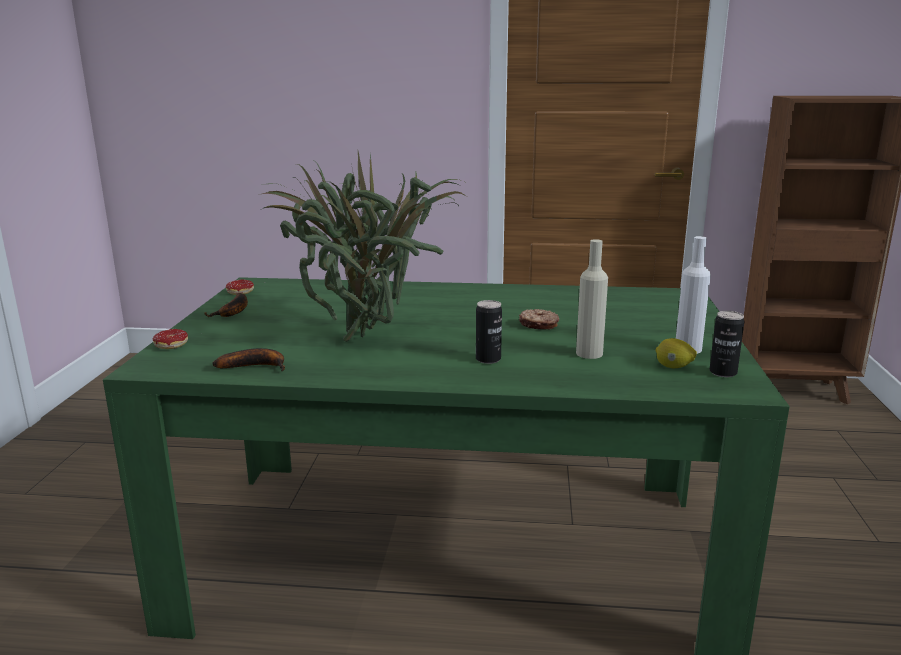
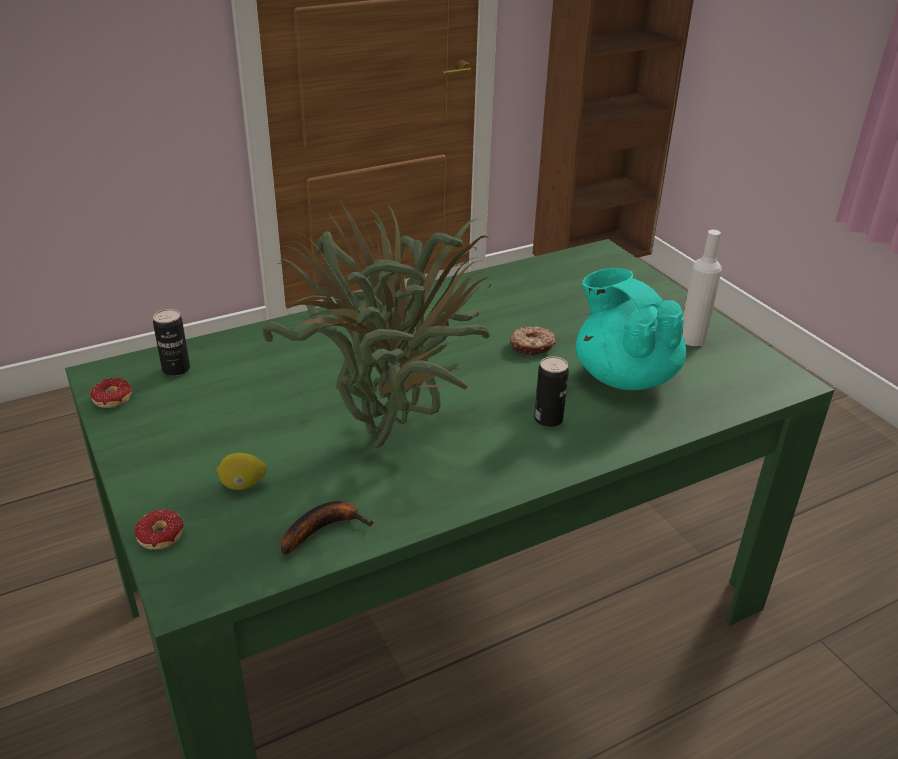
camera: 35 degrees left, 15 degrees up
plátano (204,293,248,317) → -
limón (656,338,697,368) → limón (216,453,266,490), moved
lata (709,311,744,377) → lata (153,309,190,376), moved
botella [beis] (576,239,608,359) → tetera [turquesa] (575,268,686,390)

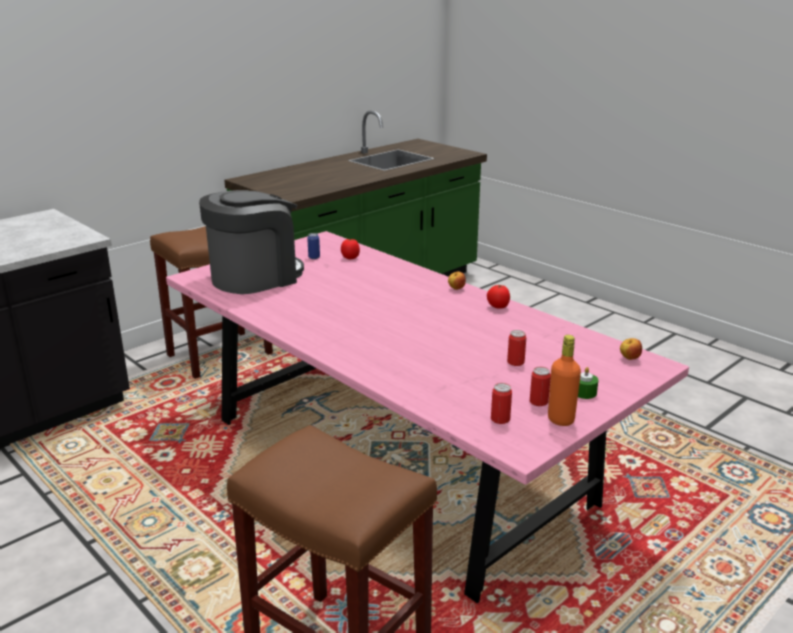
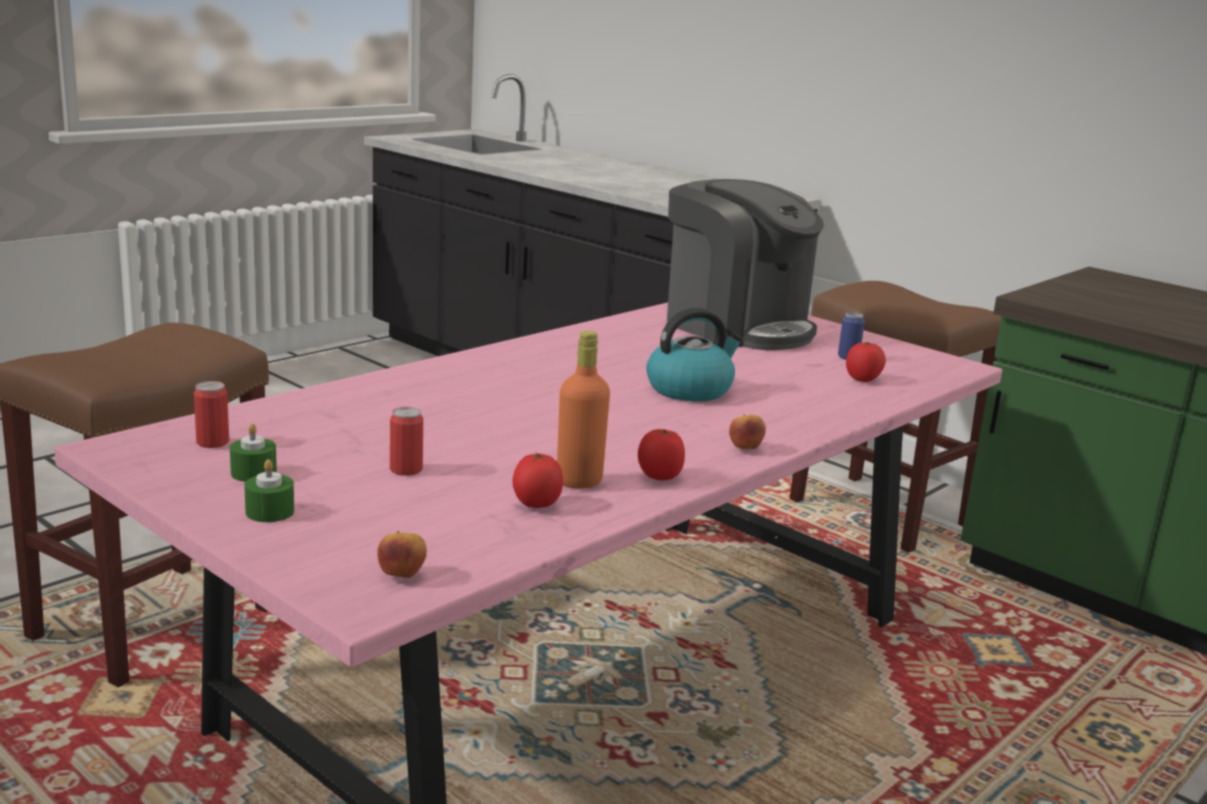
camera: 85 degrees right, 5 degrees down
- → tomate (512,452,563,508)
- → hervidor (646,308,743,402)
botella [naranja] (548,335,581,426) → botella [naranja] (557,331,610,489), moved
lata (530,367,551,406) → vela [verde] (230,423,277,482)

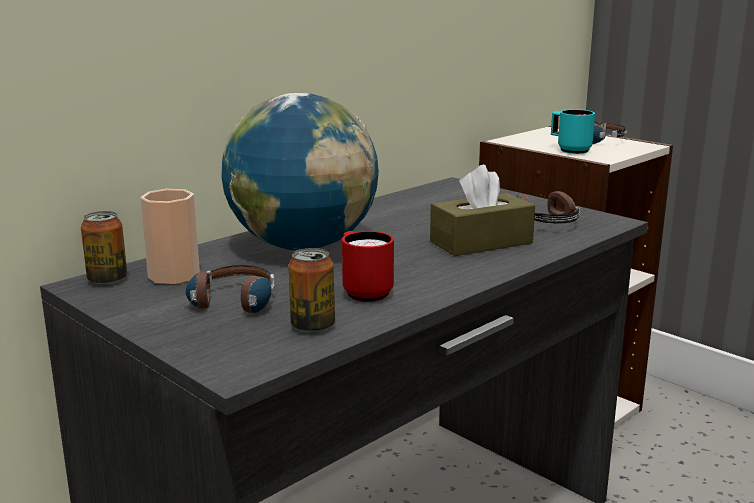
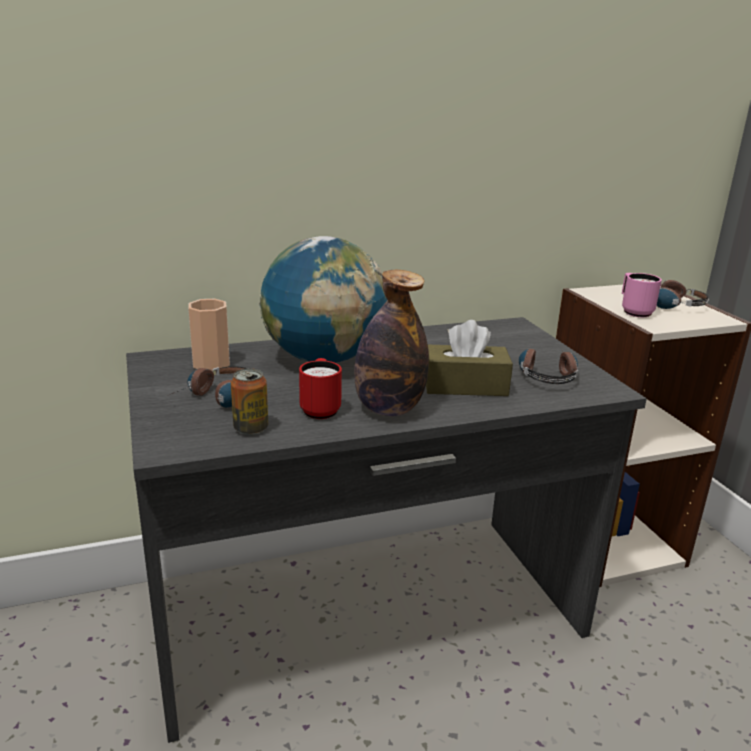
camera: 25 degrees right, 5 degrees up
lata (81,211,127,285) → -
- → botella (354,270,429,416)
taza grande [turquesa] (551,109,595,154) → taza grande [rosa] (622,273,662,317)

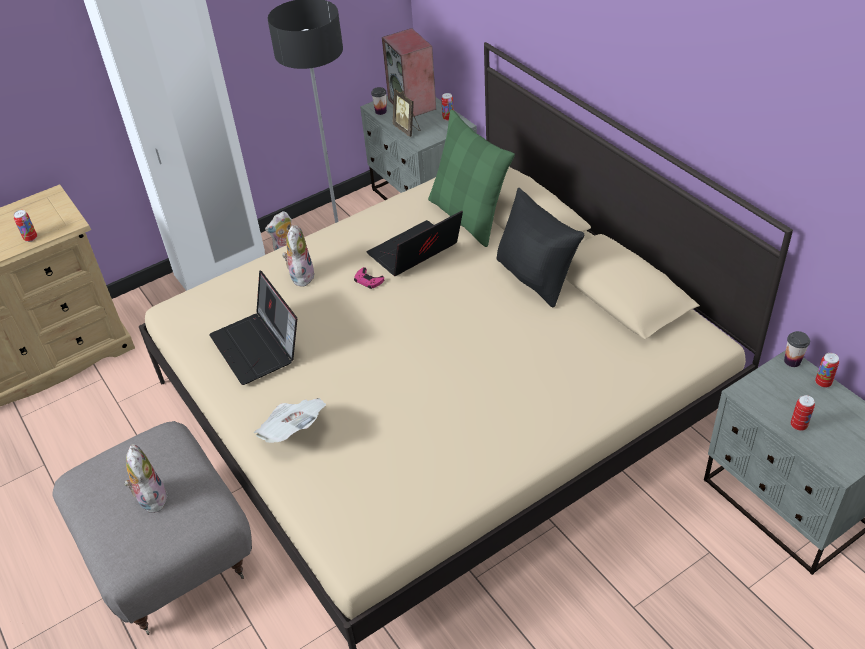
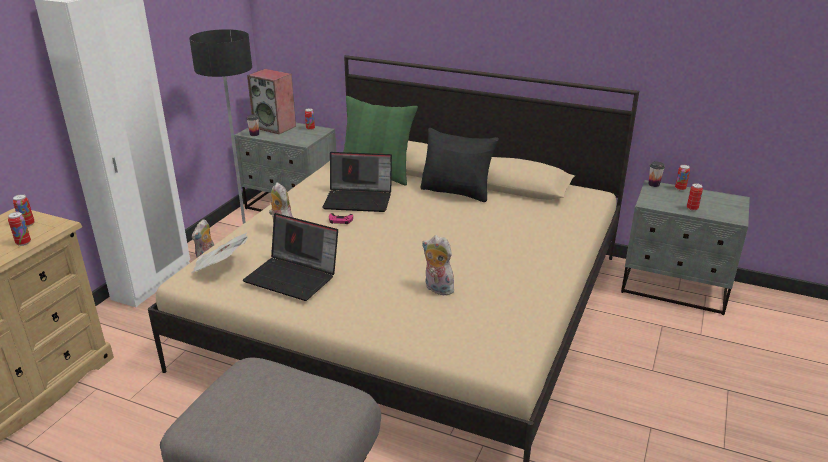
camera: 35 degrees left, 15 degrees down
portarretratos (393,89,420,137) → -
- → lata (13,194,35,227)
peluche (124,444,168,513) → peluche (422,235,454,295), moved
periódico (254,398,326,443) → periódico (191,233,248,273), moved
portátil (367,211,463,276) → portátil (322,152,392,212), 105 degrees counterclockwise

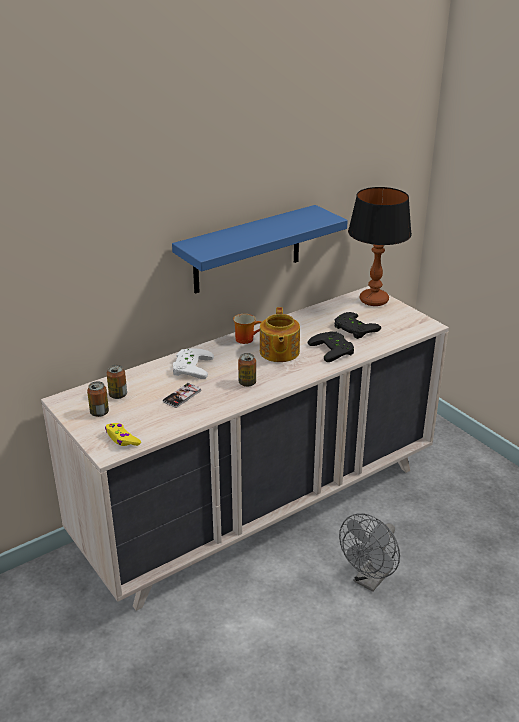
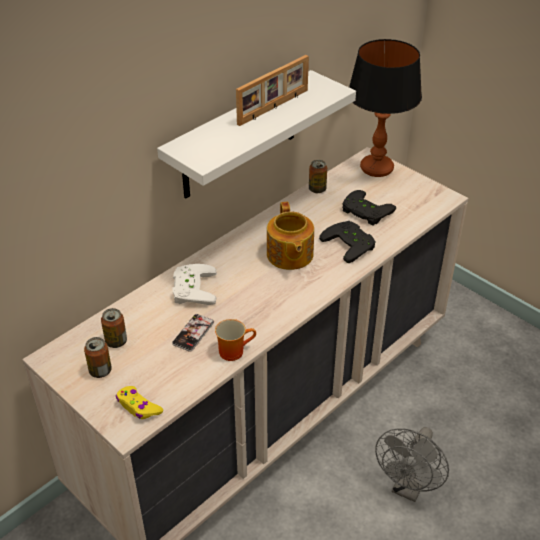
camera: 10 degrees left, 10 degrees up
- → portarretratos (236,55,309,126)
taza grande (233,314,262,344) → taza grande (215,319,256,361), moved
lata (238,353,256,387) → lata (309,160,327,193), moved
estante [azul] (172,205,348,294) → estante [blanco] (157,70,356,198)

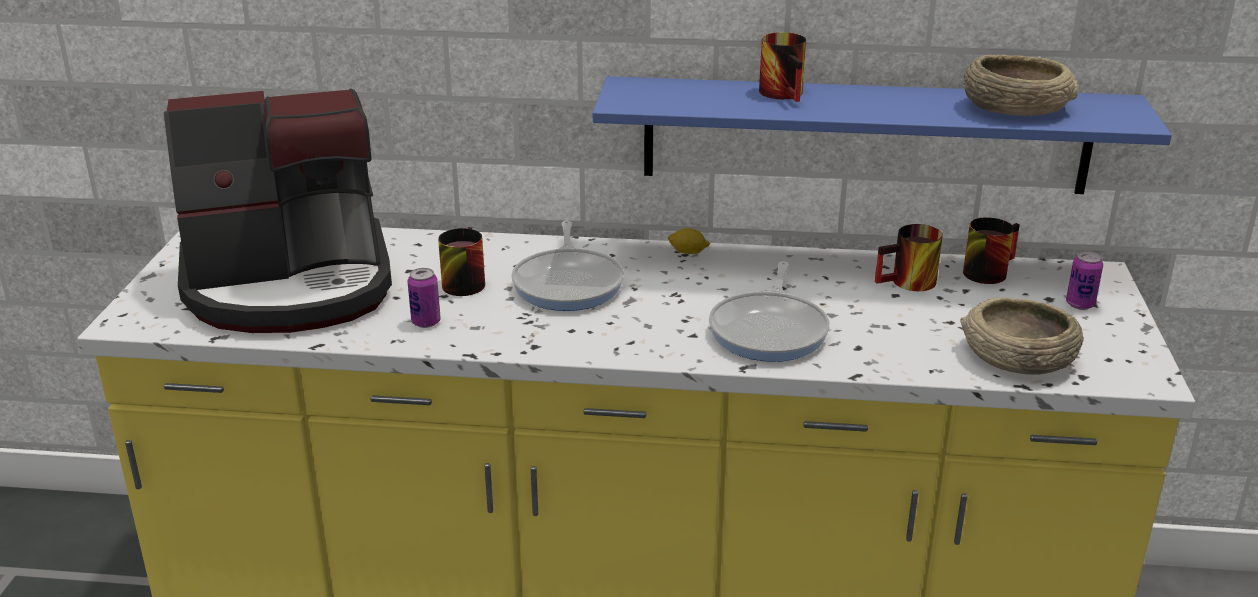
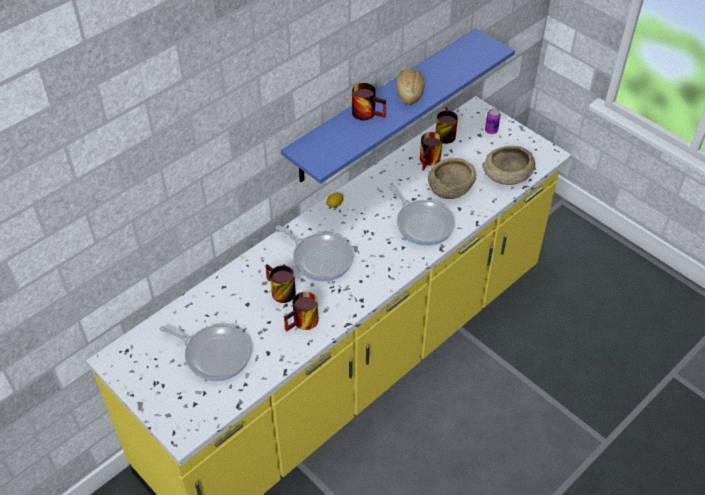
camera: 50 degrees left, 20 degrees up
- → pan (396,69,424,105)
cuenco [beis] (964,55,1078,116) → cuenco [beis] (428,158,476,199), moved
cafetera (164,89,392,333) → sartén (160,324,251,381)
lata (408,268,441,328) → taza grande (284,292,318,332)

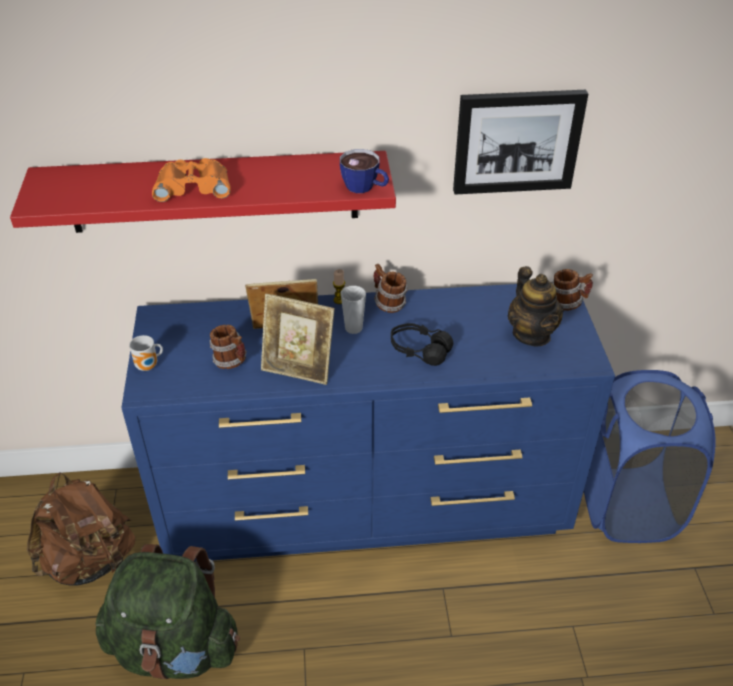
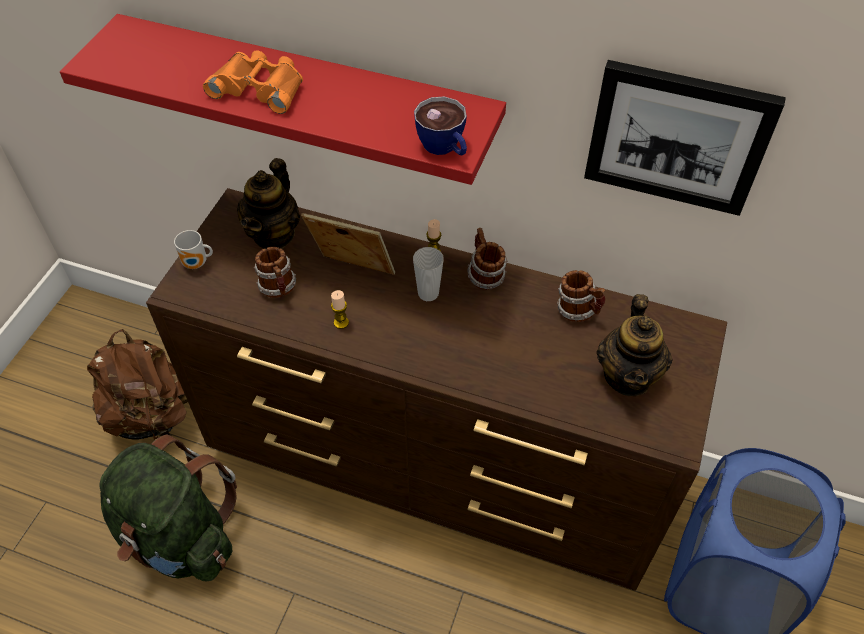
camera: 25 degrees right, 10 degrees up
auriculares [negro] (391,323,453,366) → -
- → tetera (237,158,300,249)
taza grande (551,269,593,311) → taza grande (557,270,606,322), moved
portarretratos (261,294,335,385) → vela (331,290,349,329)
cómoda [azul] (121,284,615,562) → cómoda [marrón] (146,188,727,591)

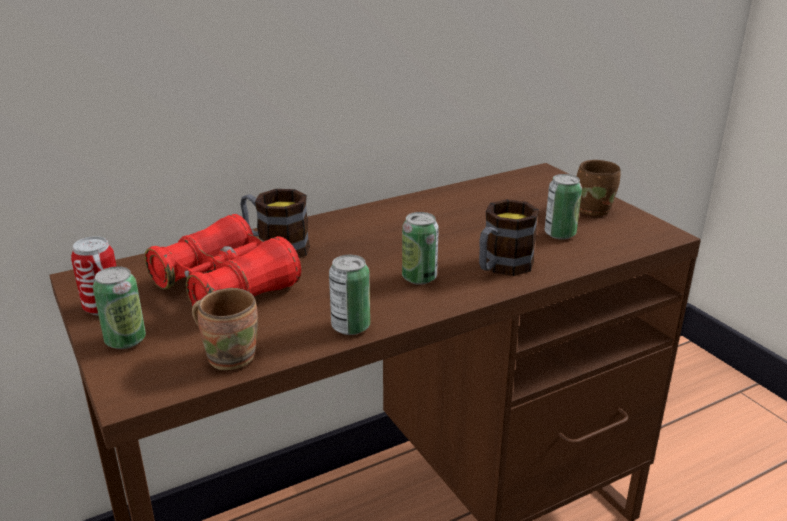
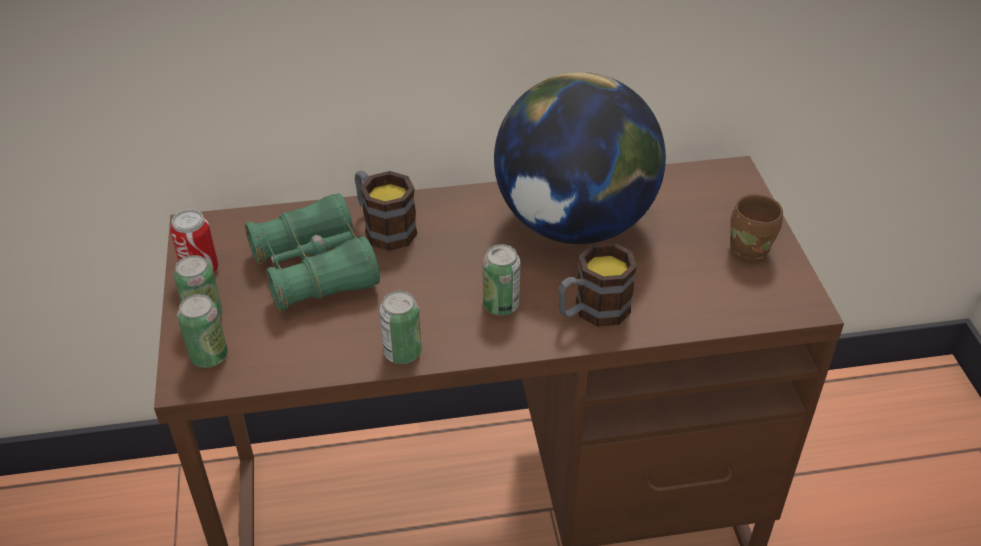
camera: 20 degrees right, 15 degrees up
taza grande [marrón] (192,288,258,370) → -
- → globo terráqueo (494,72,666,244)
lata (545,174,582,240) → lata (177,294,228,368), moved
prismáticos [rojo] (145,214,301,306) → prismáticos [verde] (245,193,380,311)

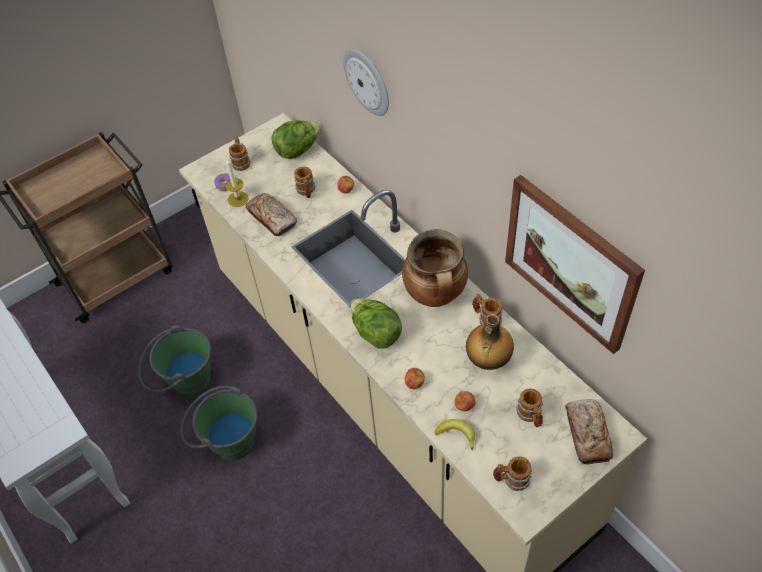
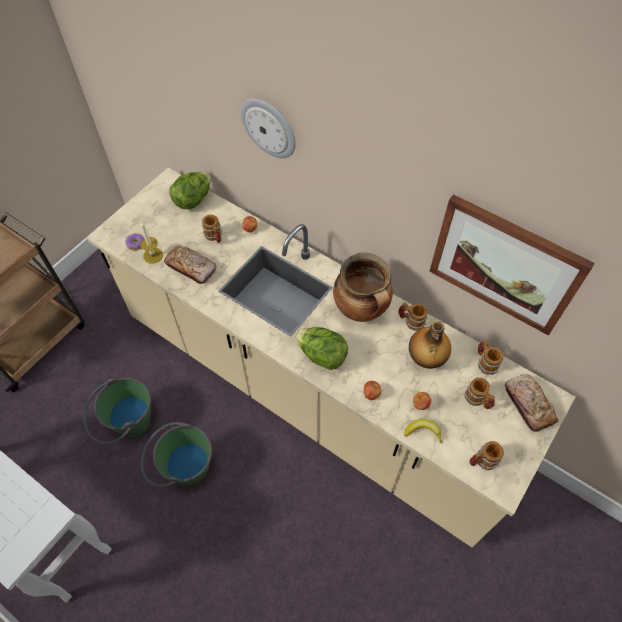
camera: 20 degrees left, 5 degrees up
taza grande (229,136,250,171) → taza grande (478,339,504,375), moved

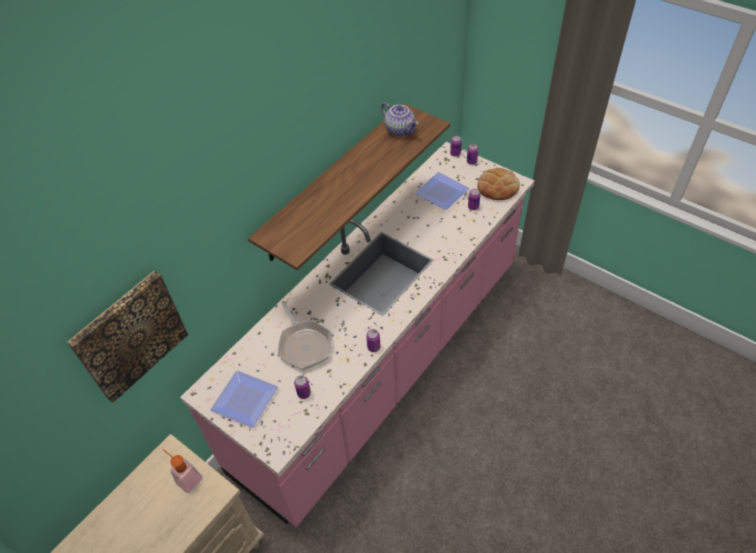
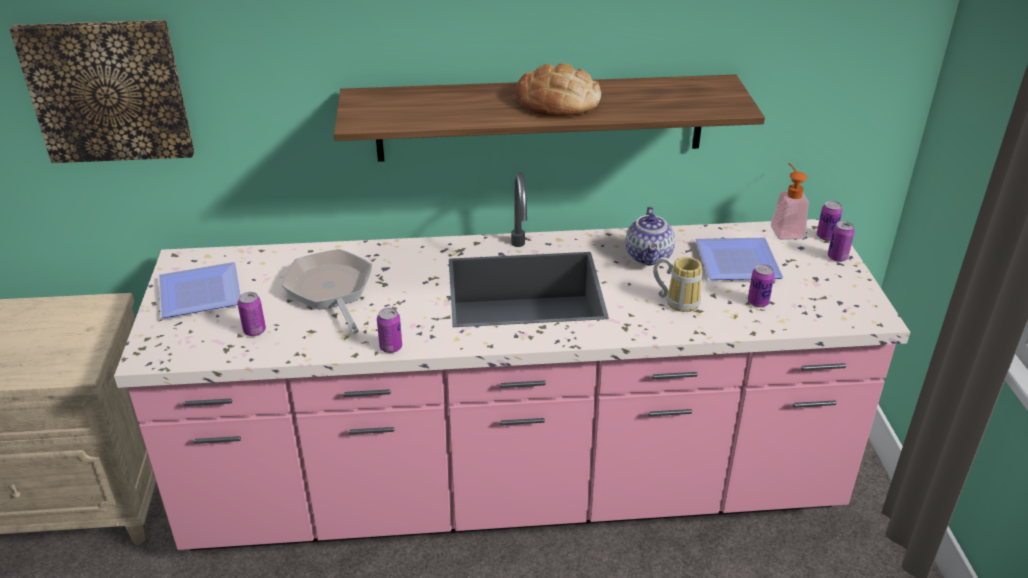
camera: 45 degrees right, 15 degrees down
- → taza grande (653,257,702,312)
dispensador de jabón (162,449,203,493) → dispensador de jabón (771,163,809,240), moved
tetera (381,102,418,136) → tetera (625,207,675,266), moved
pan (477,168,520,200) → pan (515,63,601,116), moved
sartén (278,301,332,370) → sartén (281,249,373,334), 135 degrees clockwise

